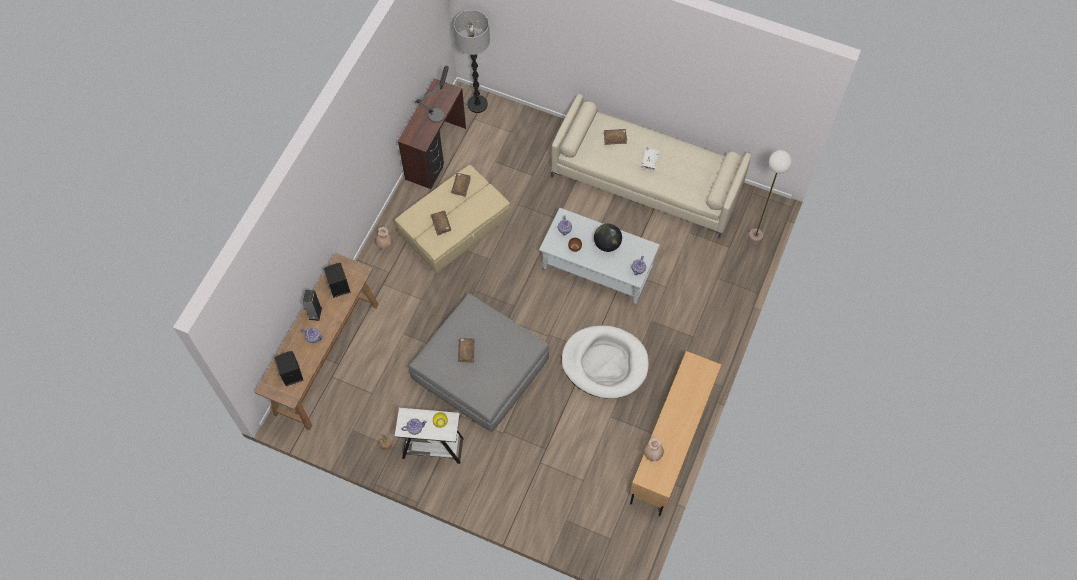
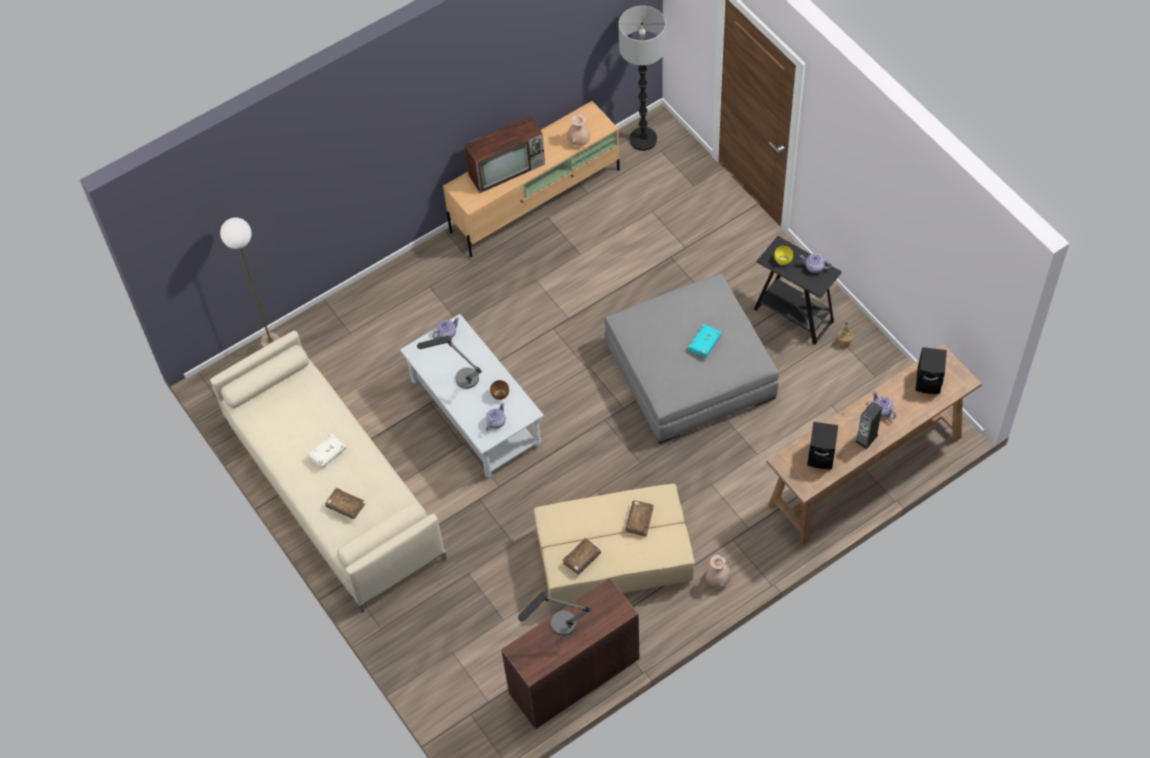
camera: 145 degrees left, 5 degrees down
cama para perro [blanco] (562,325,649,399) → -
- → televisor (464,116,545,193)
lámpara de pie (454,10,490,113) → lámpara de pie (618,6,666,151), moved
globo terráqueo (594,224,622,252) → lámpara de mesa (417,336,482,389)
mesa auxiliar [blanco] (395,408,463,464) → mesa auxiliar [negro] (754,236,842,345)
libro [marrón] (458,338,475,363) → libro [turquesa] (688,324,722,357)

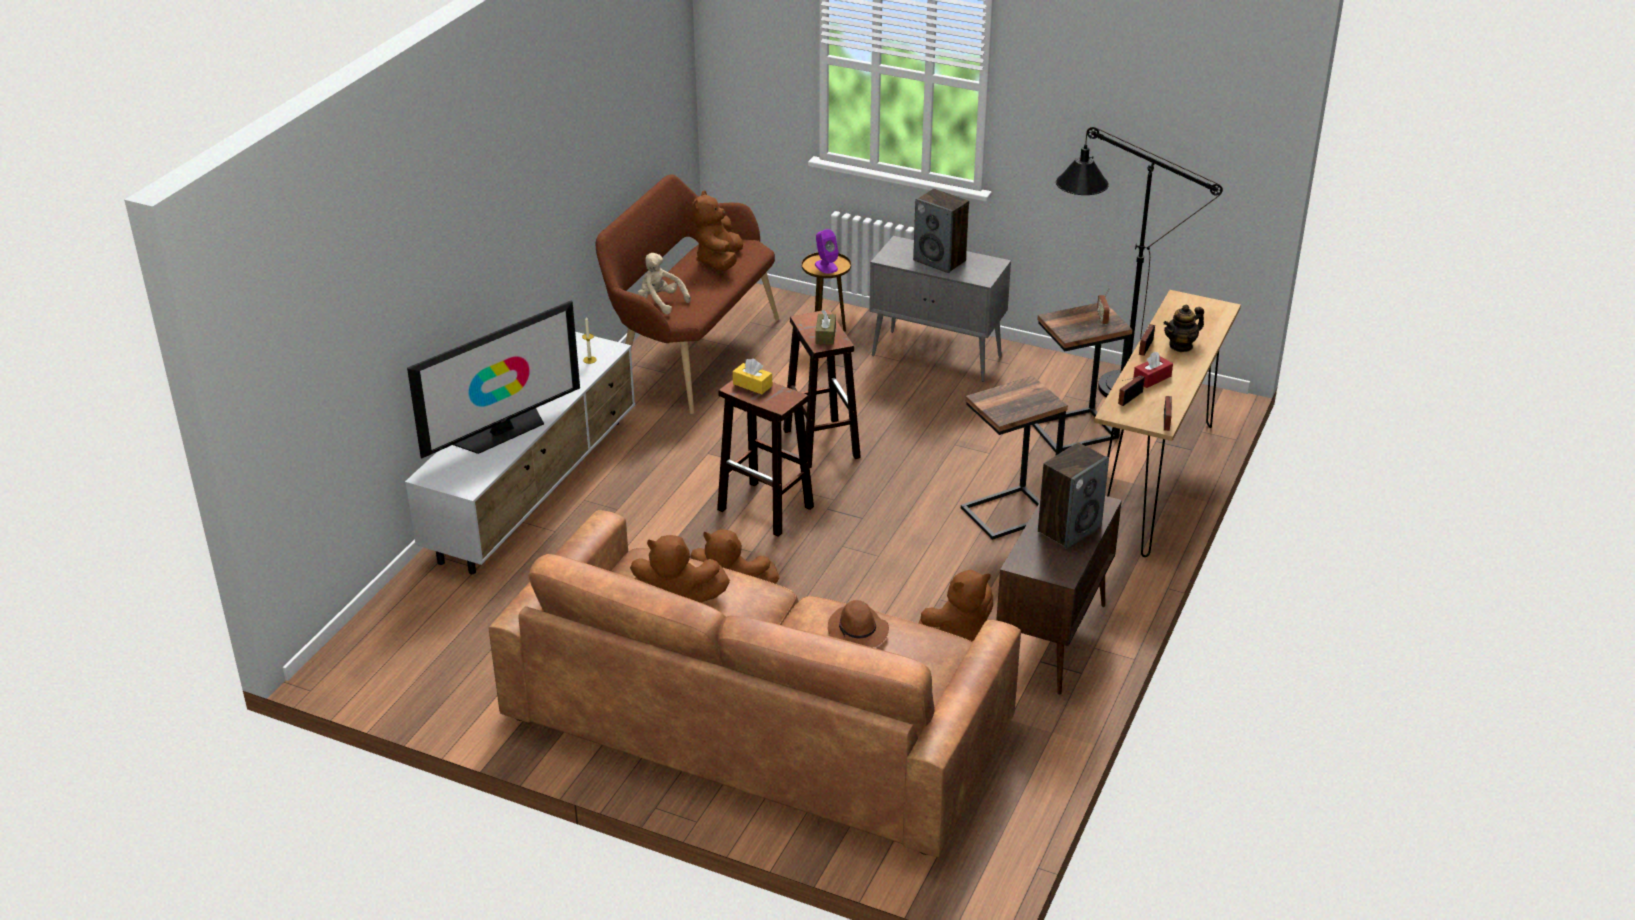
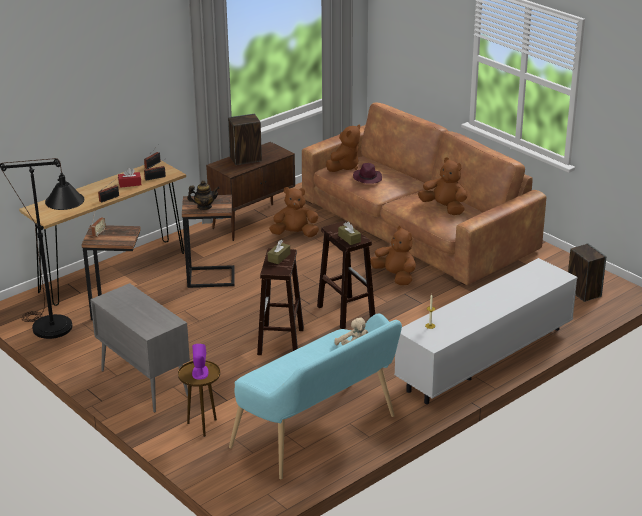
camera: 155 degrees left, 5 degrees down
televisor (407,300,580,458) → -
peluche [marrón] (692,190,743,271) → peluche [marrón] (326,124,360,172), moved
altavoz (913,189,969,273) → altavoz (568,243,606,302), moved
tetera (1164,305,1204,352) → tetera (187,180,220,210), moved
banco [marrón] (596,174,779,414) → banco [turquesa] (229,313,402,479)
caja de pañuelos [amarillo] (733,358,772,394) → caja de pañuelos [marrón] (338,222,361,245)
sombrero [marrón] (828,600,889,648) → sombrero [morado] (353,163,382,184)

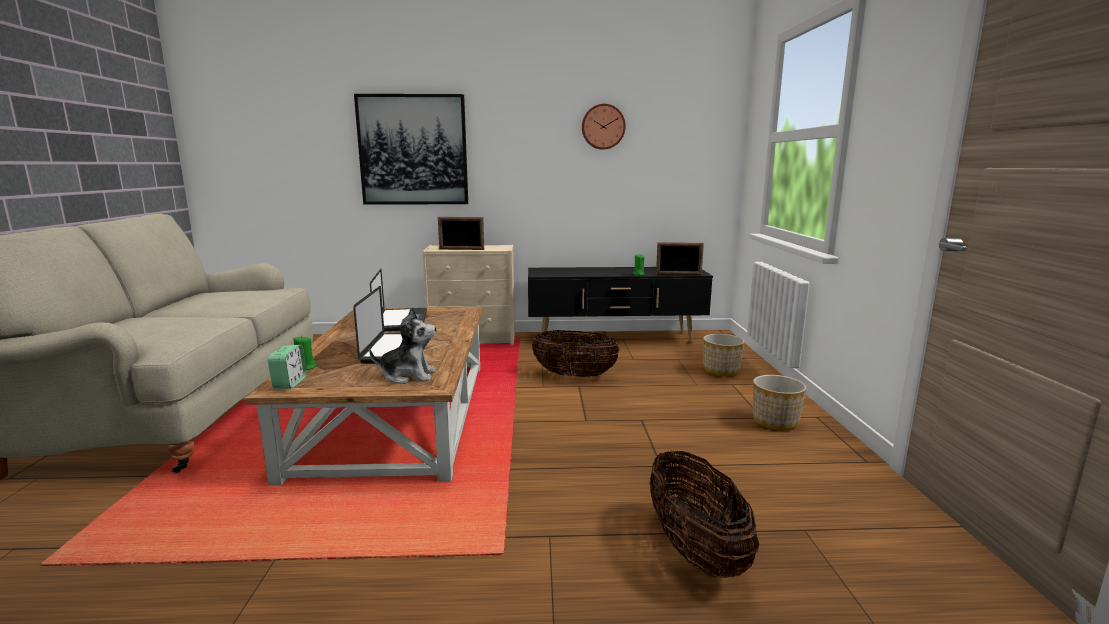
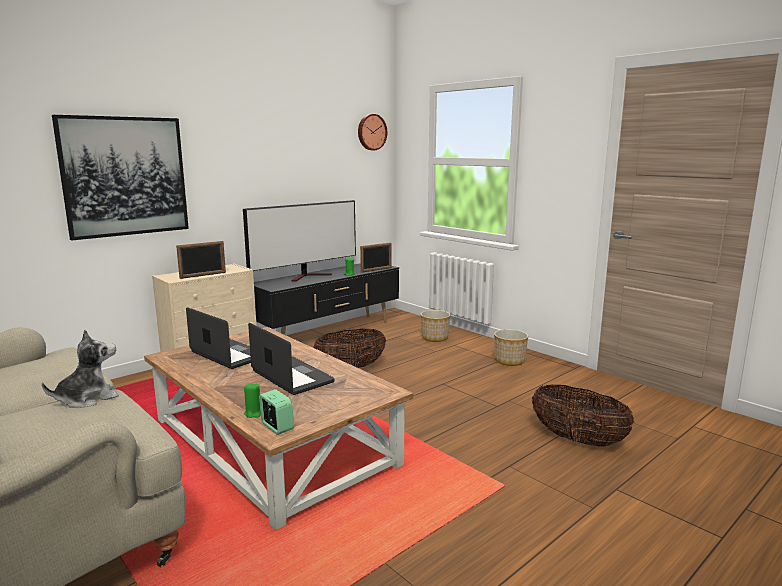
camera: 40 degrees left, 0 degrees up
- → televisor (243,200,356,282)
peluche (369,307,436,384) → peluche (42,330,119,408), moved
reloj de pared (582,104,626,150) → reloj de pared (358,114,387,150), moved

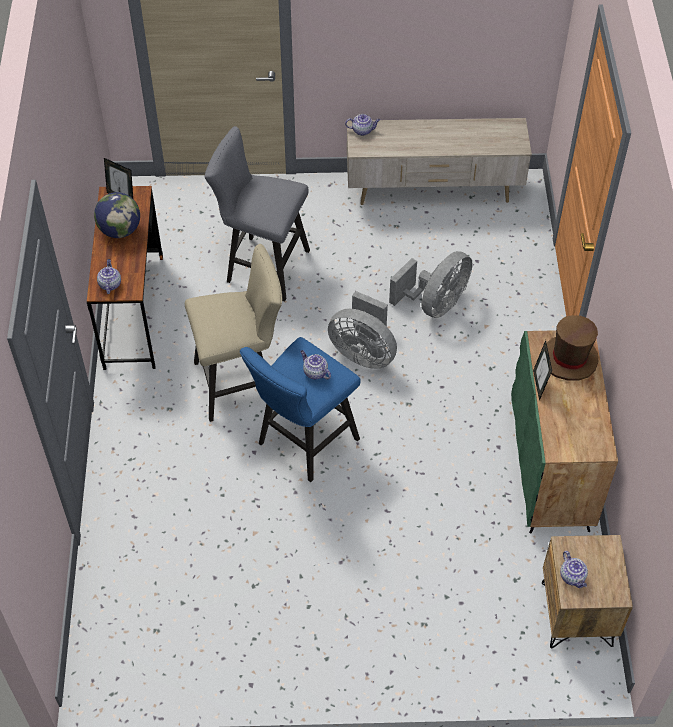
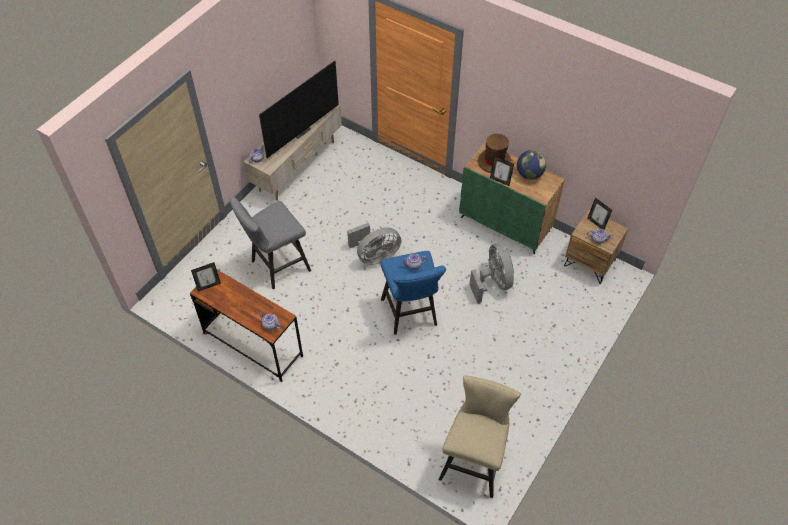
camera: 55 degrees left, 0 degrees up
- → televisor (259,61,339,158)
- → portarretratos (588,198,612,230)
globo terráqueo (94,192,140,238) → globo terráqueo (517,150,546,179), moved
taburete [beis] (185,244,282,422) → taburete [beis] (438,375,521,498), moved
ventilador [gris] (389,251,473,318) → ventilador [gris] (469,243,514,303), moved

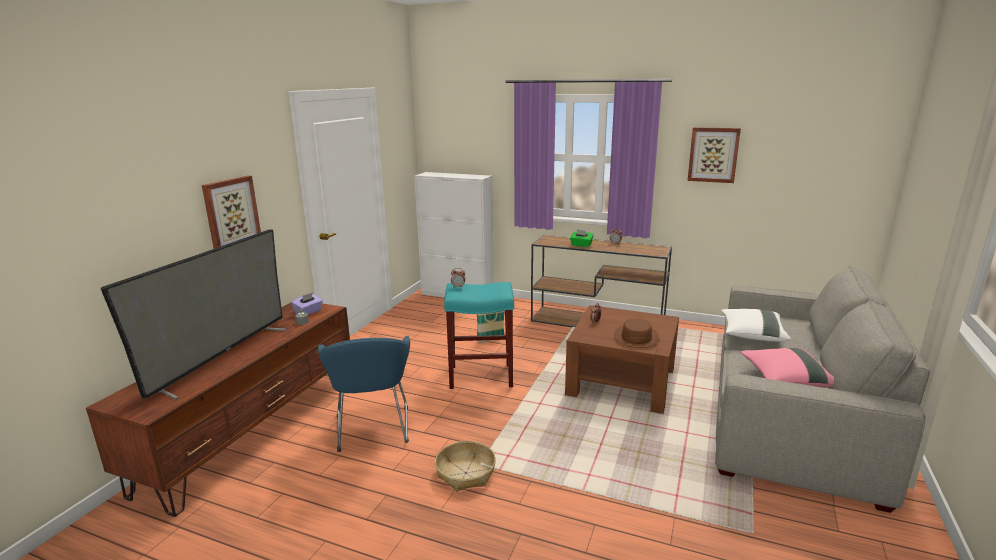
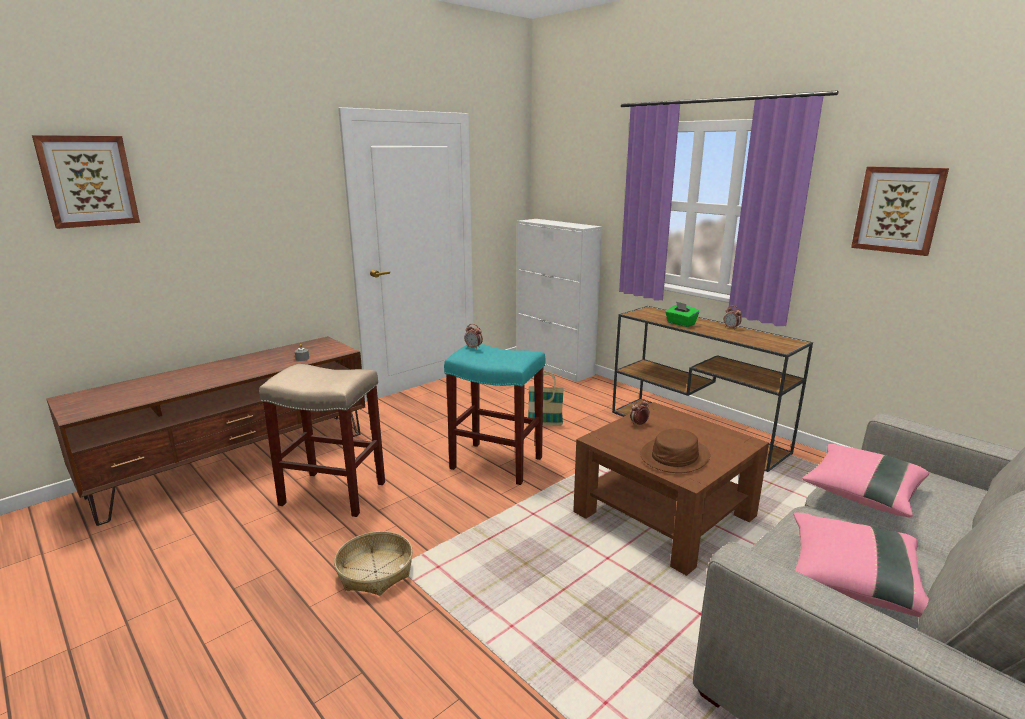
camera: 25 degrees right, 0 degrees up
televisor (101,229,286,400) → -
caja de pañuelos [morado] (291,292,323,315) → -
cuadro (202,176,261,249) → cuadro (32,135,140,229), moved
sillón [azul] (318,336,410,452) → taburete [beis] (259,364,385,517)
cojín [blanco] (721,309,791,342) → cojín [rosa] (802,444,929,517)

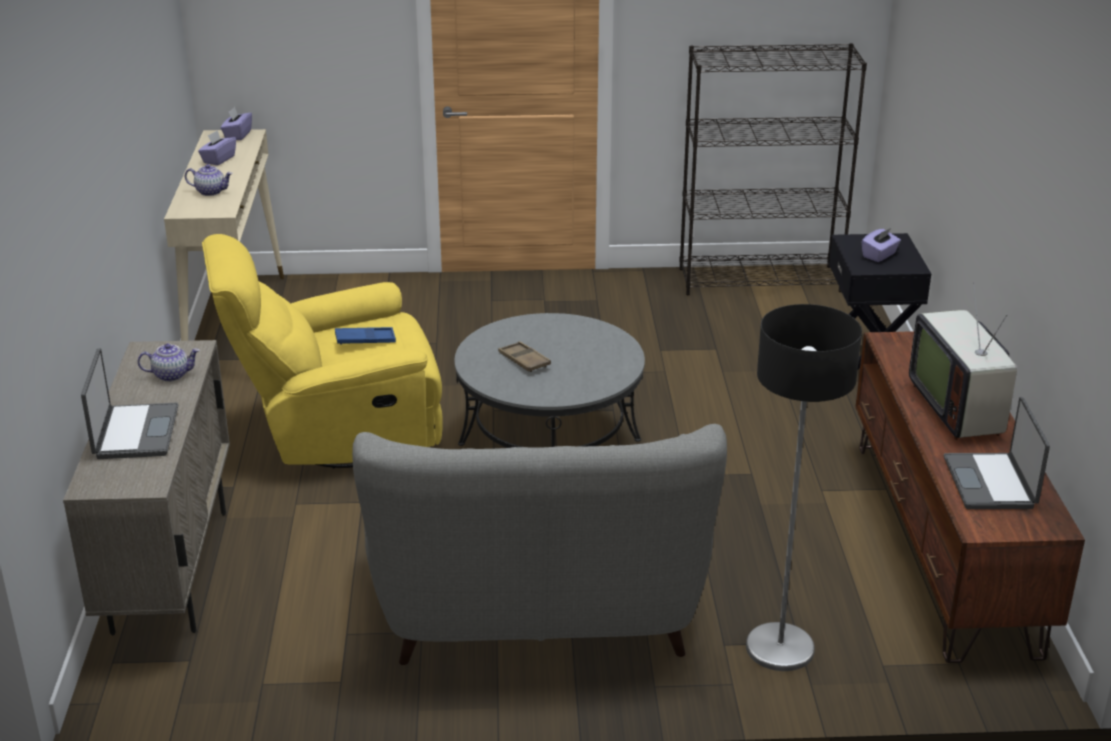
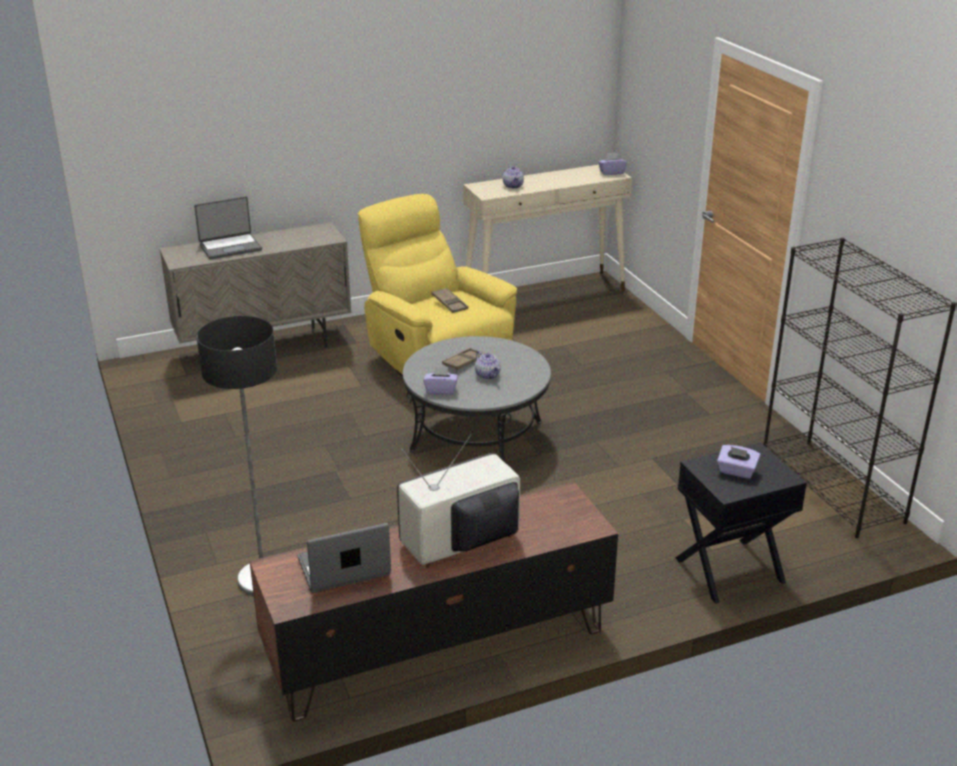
camera: 70 degrees right, 0 degrees up
sofá [gris] (352,424,727,665) → -
tetera (138,343,200,382) → tetera (475,351,501,380), moved
caja de pañuelos [morado] (198,130,236,166) → caja de pañuelos [morado] (423,366,458,395), moved
bandeja [azul] (335,327,396,345) → bandeja [marrón] (431,288,468,313)

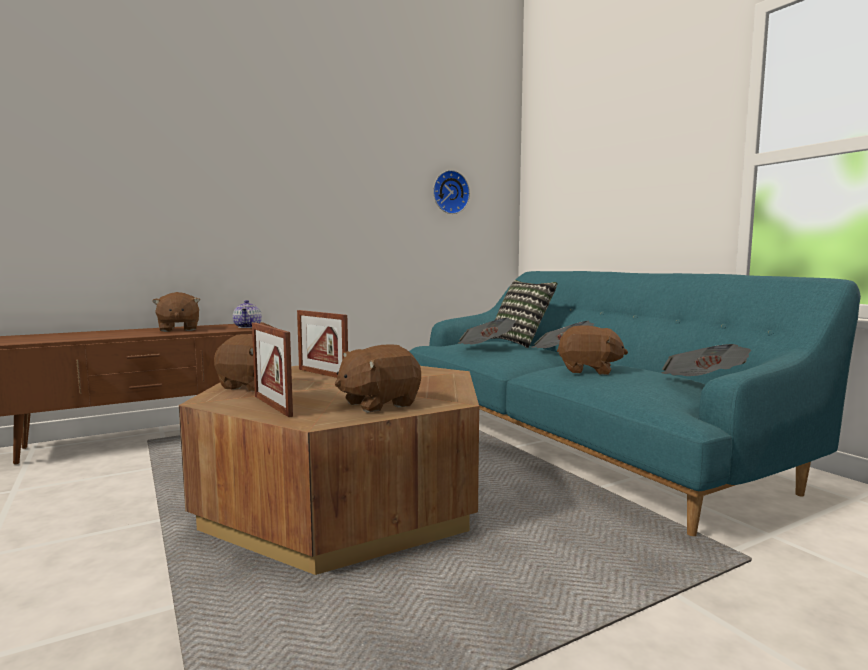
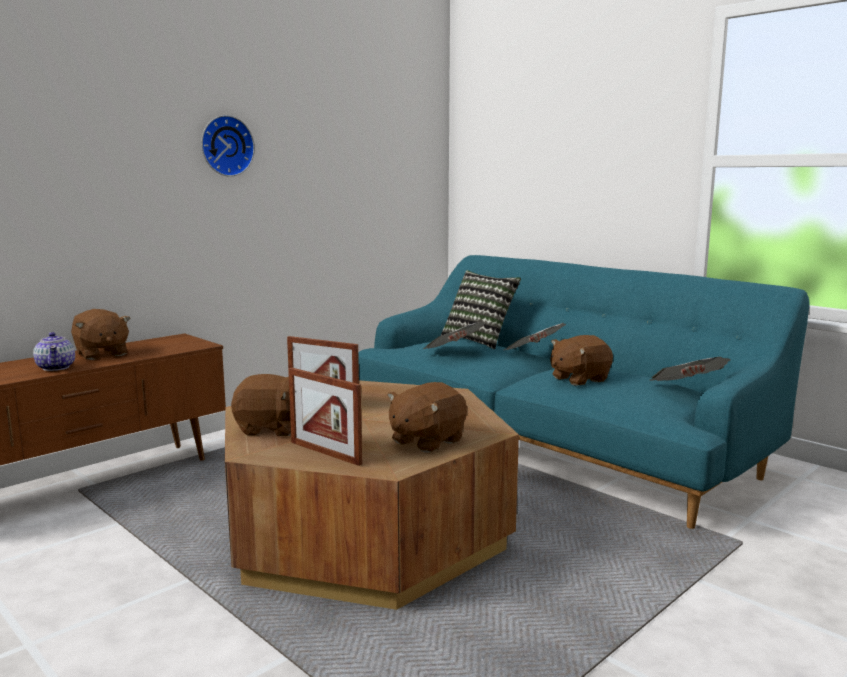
camera: 15 degrees left, 5 degrees up
tetera (233,300,262,328) → tetera (33,332,75,371), moved
reloj de pared (433,170,470,214) → reloj de pared (201,115,255,177), moved
peluche [marrón] (557,325,628,375) → peluche [marrón] (550,335,613,386), 150 degrees clockwise

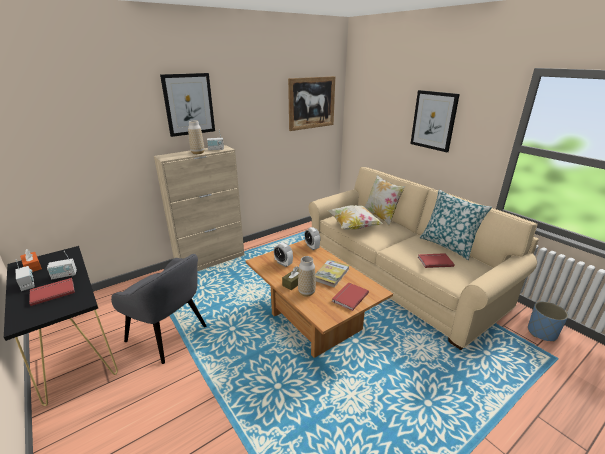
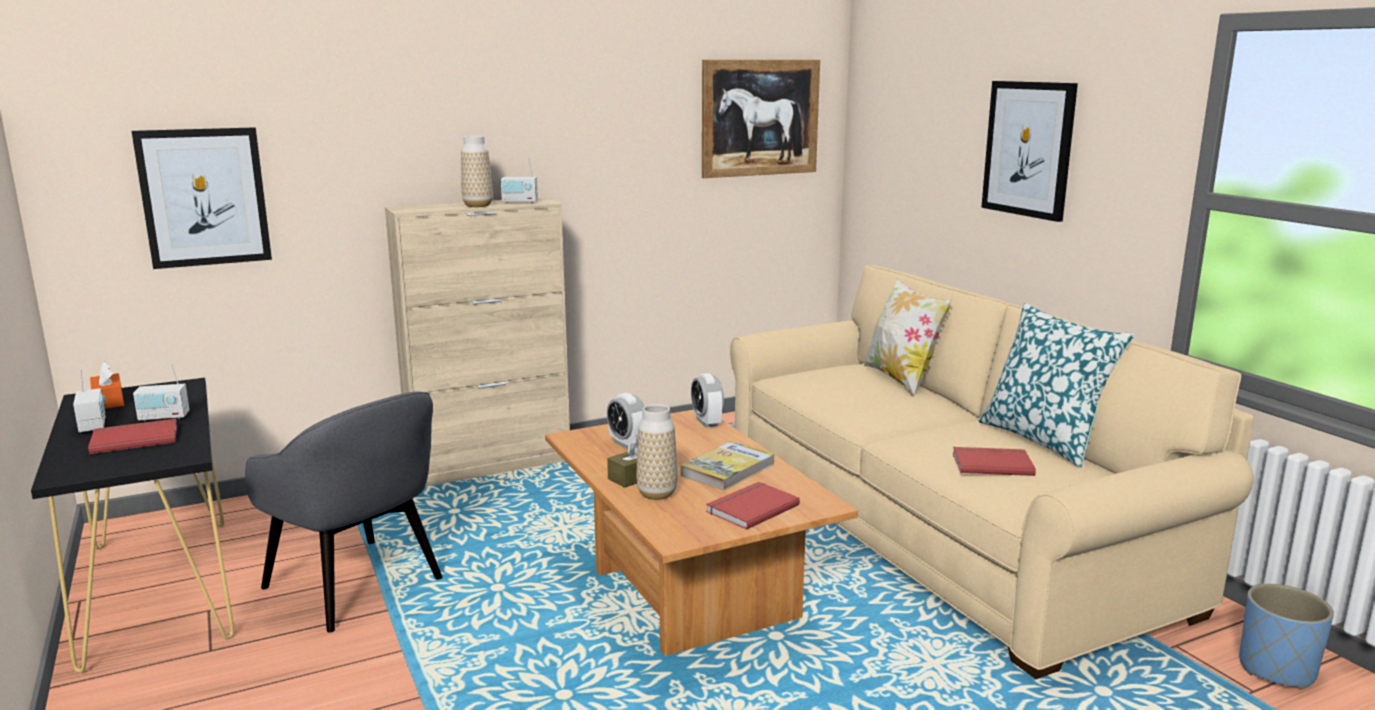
camera: 10 degrees right, 10 degrees down
cojín (327,205,384,230) → -
cuadro (160,73,215,137) → cuadro (131,127,272,269), moved

